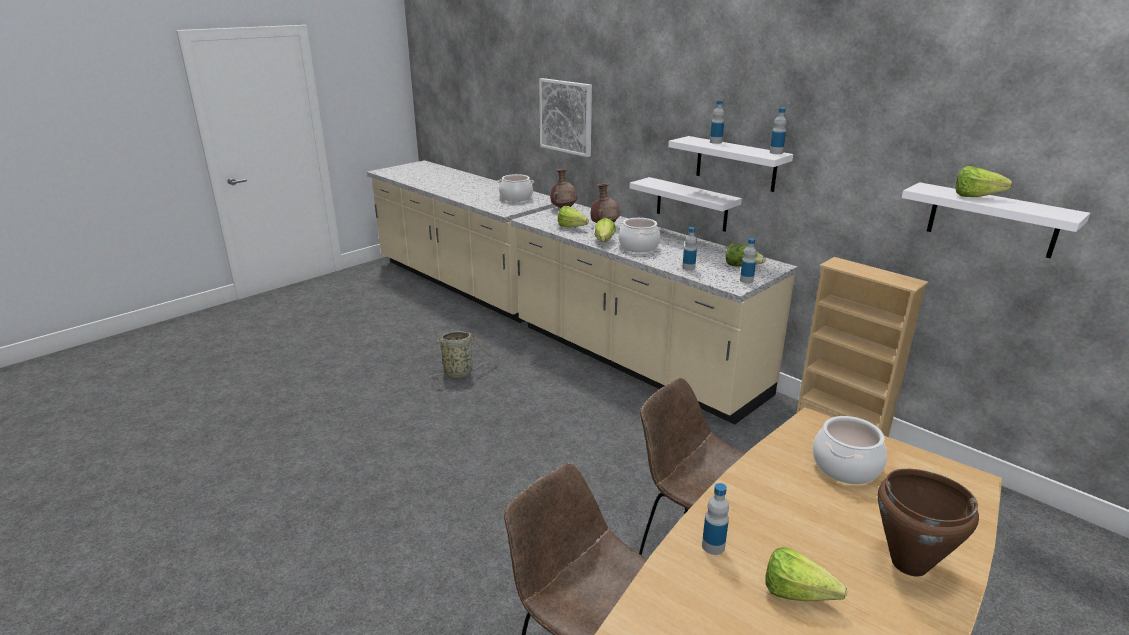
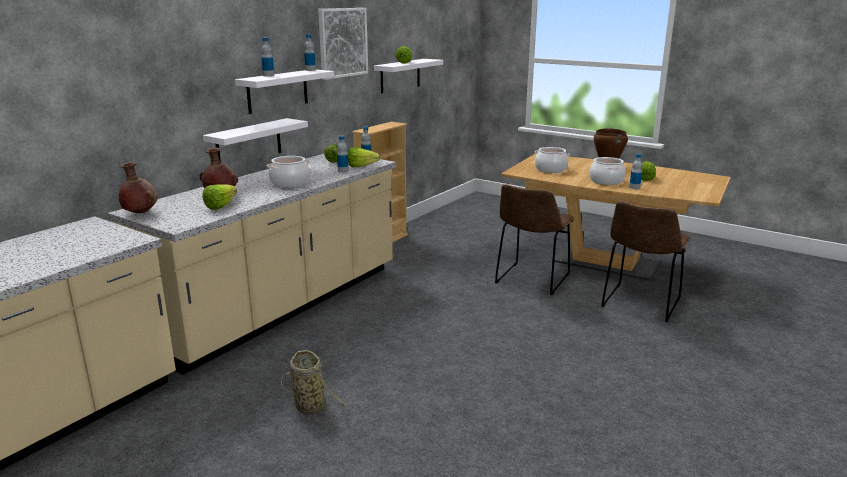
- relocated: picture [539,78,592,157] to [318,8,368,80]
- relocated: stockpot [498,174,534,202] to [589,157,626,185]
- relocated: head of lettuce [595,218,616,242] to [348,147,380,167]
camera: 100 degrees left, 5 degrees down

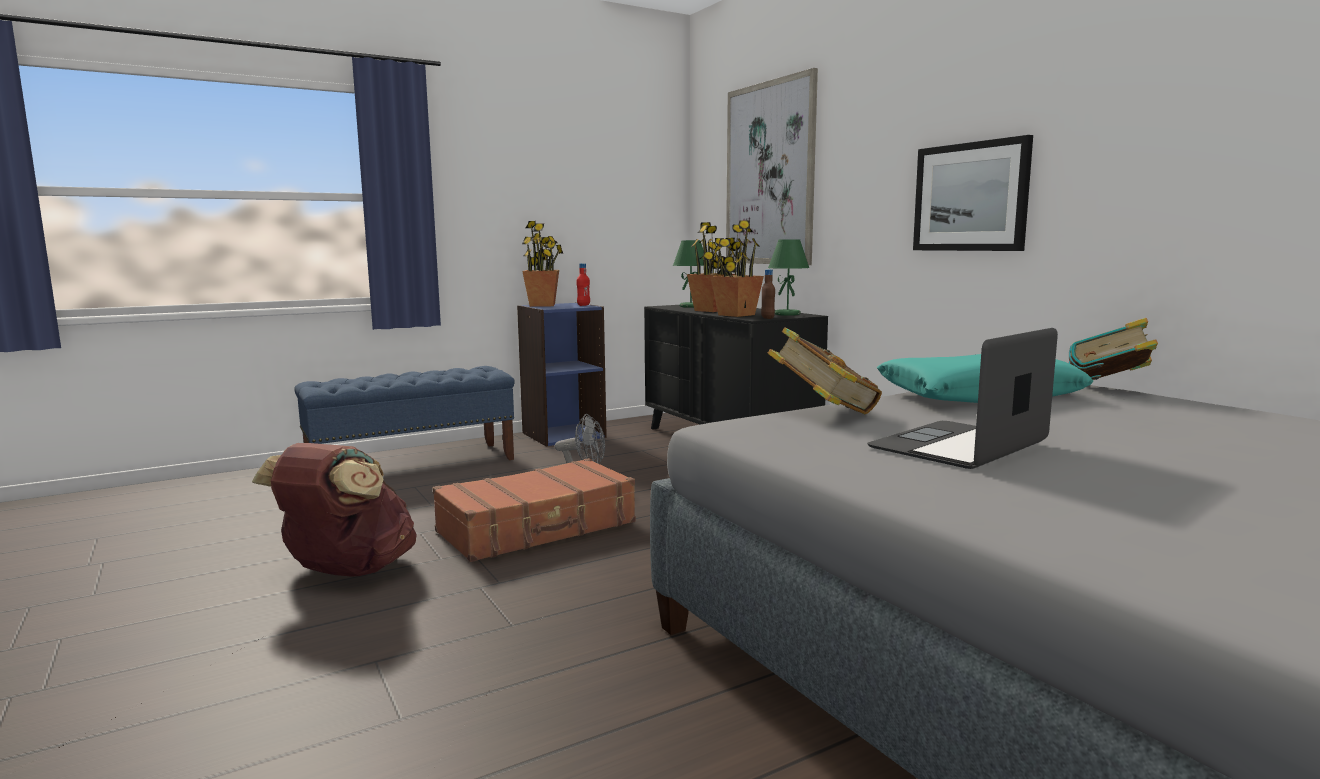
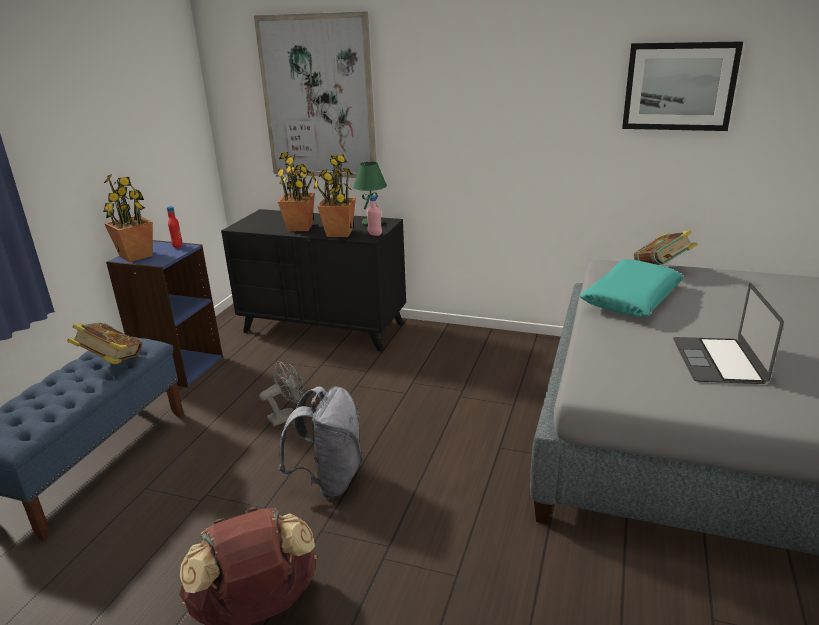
- relocated: picture [913,135,1033,251] to [622,41,743,131]
- missing: table lamp in greenish [673,240,704,308]
- colour: drink bottle in brown [761,269,775,319] to drink bottle in pinkish [367,196,382,236]
- relocated: volume [768,327,882,414] to [67,322,142,364]
- exchanged: suitcase in brown [432,458,636,562] to rucksack in gray [279,386,362,498]
camera: 40 degrees left, 15 degrees up

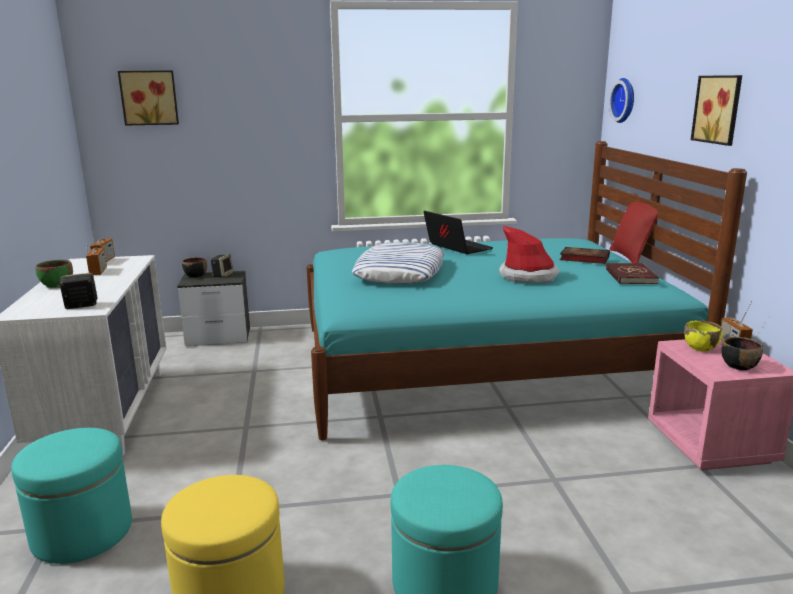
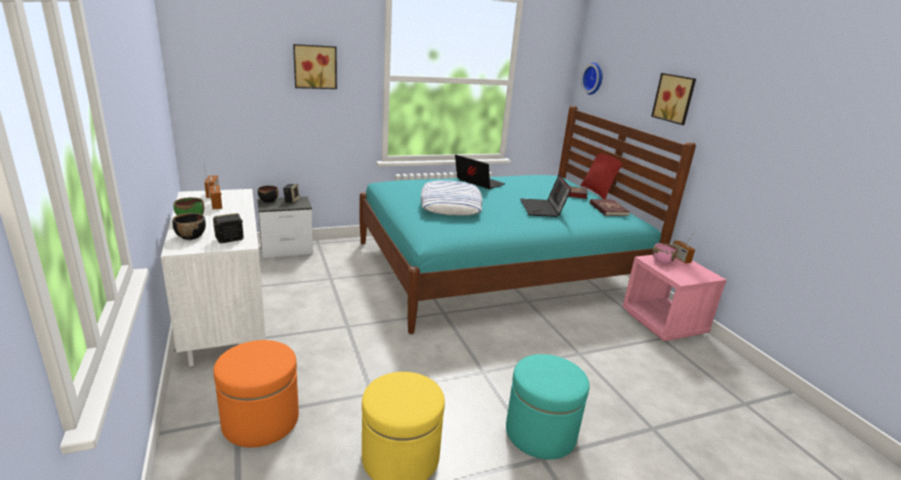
- relocated: picture [118,70,179,126] to [293,44,337,89]
- exchanged: clothing hat [499,226,560,283] to notebook computer [520,175,572,217]
- colour: bowl in yellow-coloured [684,320,723,352] to bowl in pinkish [653,243,678,264]
- relocated: bowl in black [721,337,763,370] to [172,213,206,240]
- colour: ottoman in turquoise [11,428,132,564] to ottoman in orange-coloured [213,340,299,447]
camera: 15 degrees left, 5 degrees up

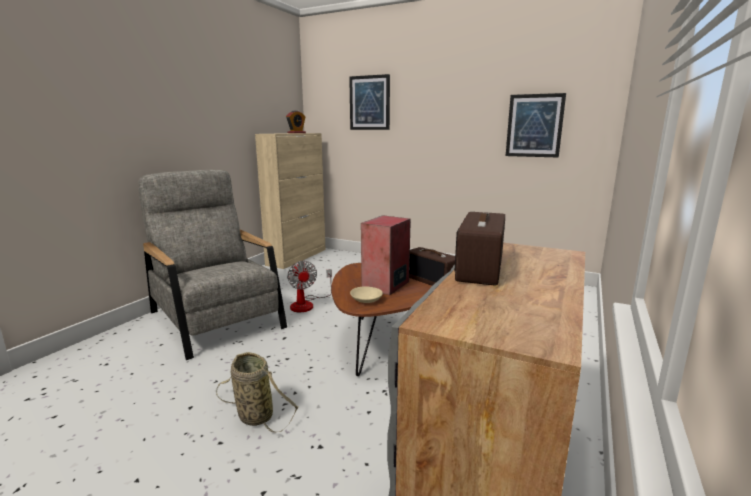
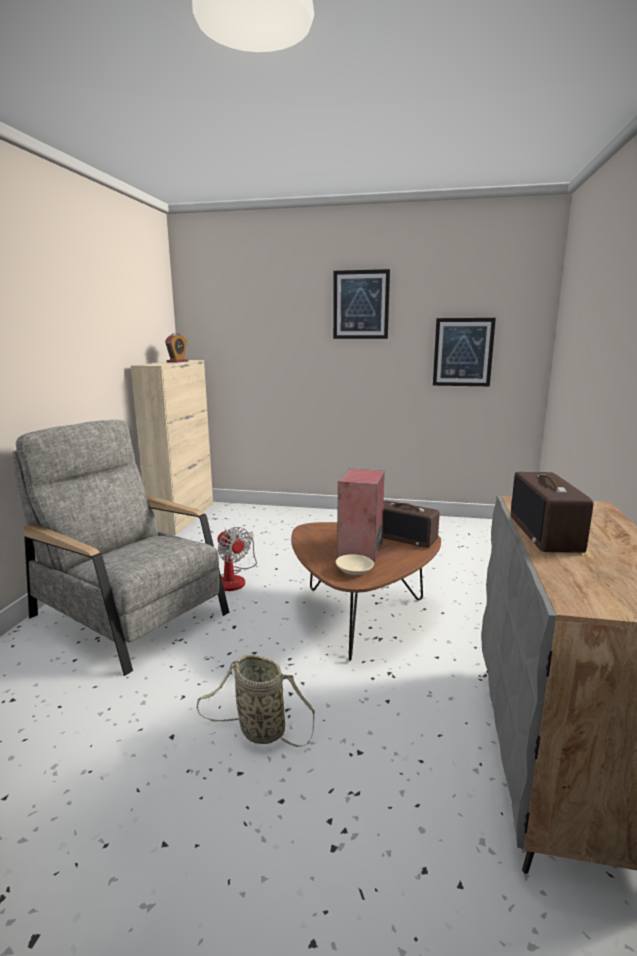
- relocated: picture [349,74,390,130] to [333,269,390,339]
camera: 15 degrees left, 0 degrees up

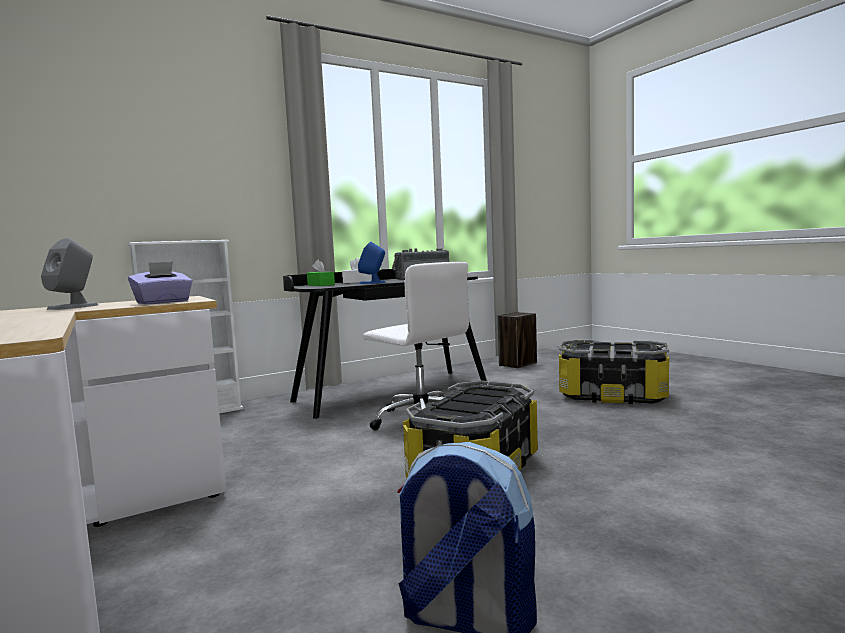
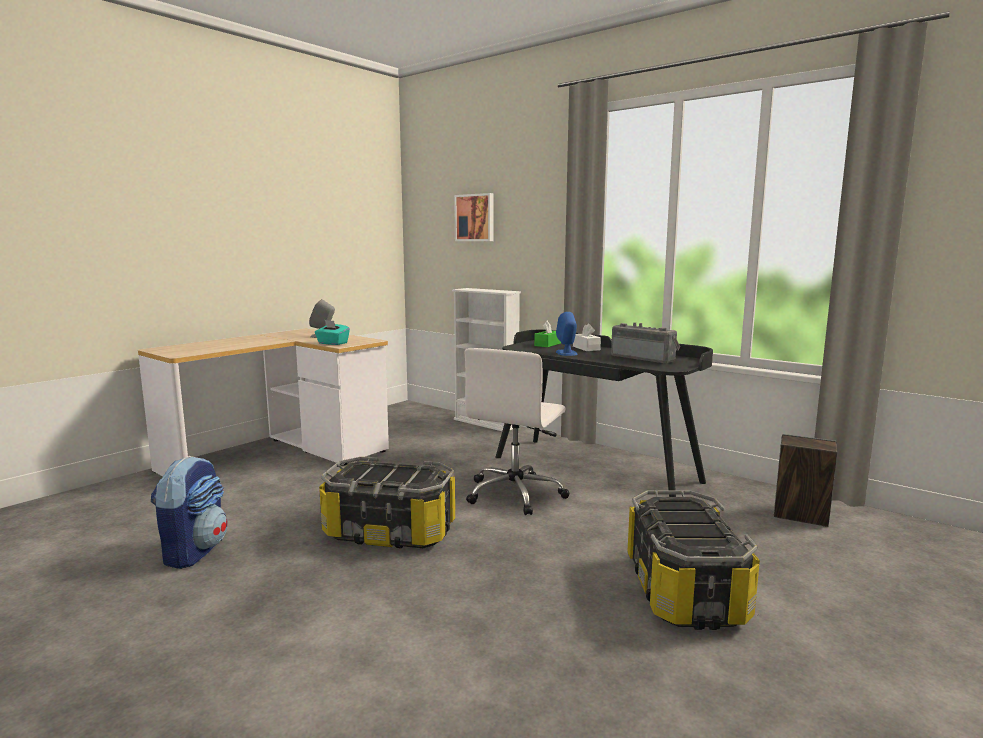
- colour: tissue holder in purple-coloured [128,262,193,304] to tissue holder in turquoise [315,320,350,345]
- appeared: picture [454,193,493,241]
camera: 70 degrees right, 5 degrees up

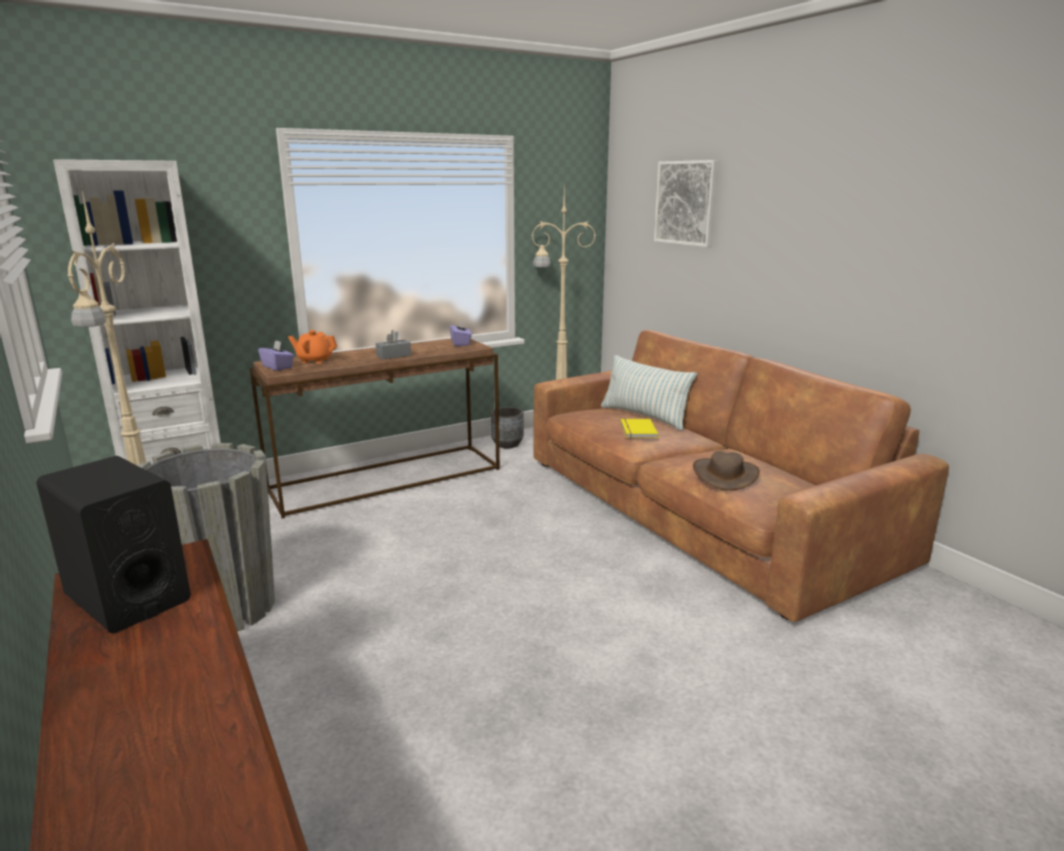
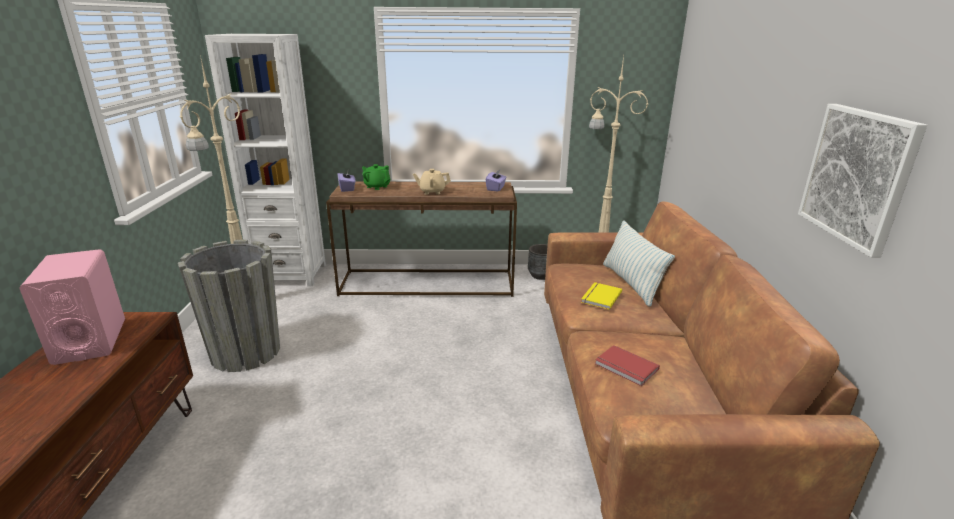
- relocated: picture [654,160,718,247] to [798,104,927,258]
- colour: pot for tea in orange-coloured [288,330,337,363] to pot for tea in greenish [362,164,390,190]
- exchanged: tissue holder in gray [376,330,411,359] to pot for tea in beige [413,169,451,195]
- exchanged: clothing hat in brown [693,451,760,491] to volume in reddish [595,345,660,386]
- colour: loudspeaker in black [36,456,191,633] to loudspeaker in pinkish [19,249,125,365]
camera: 30 degrees right, 5 degrees up

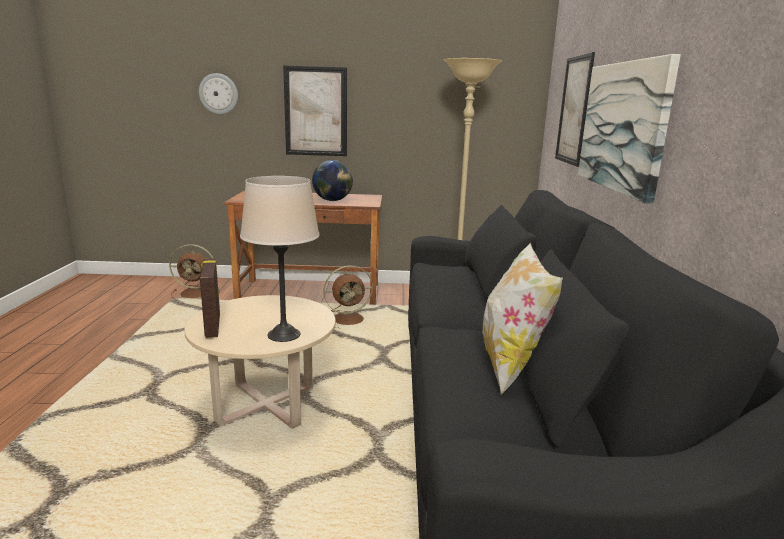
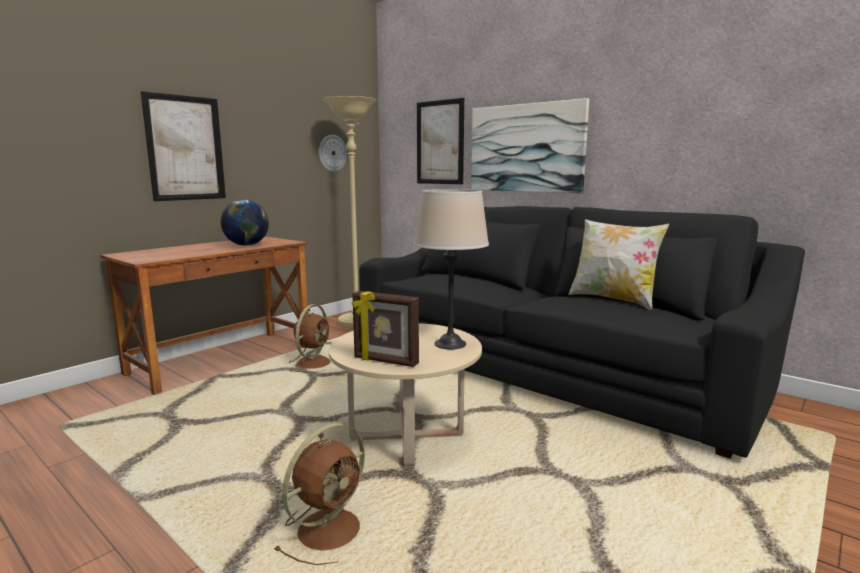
- relocated: hanging clock [199,73,238,114] to [319,135,347,172]
- relocated: cooling fan in brown [169,244,220,300] to [274,423,365,565]
camera: 50 degrees left, 5 degrees down

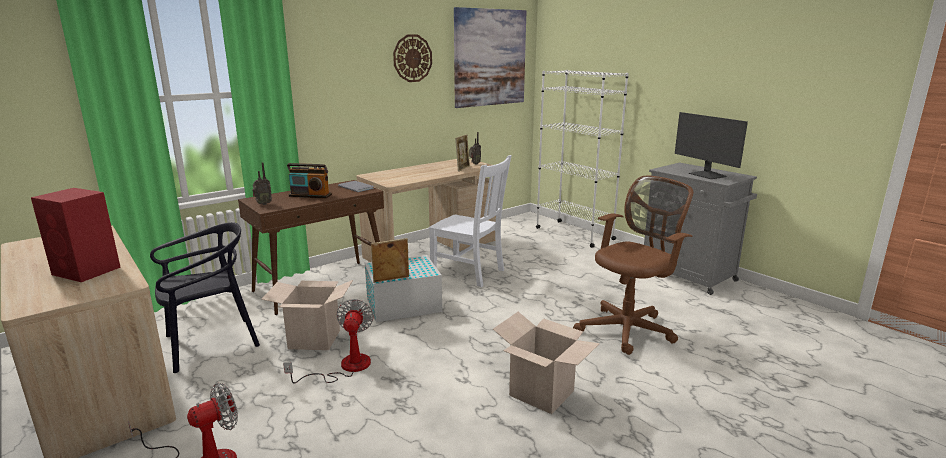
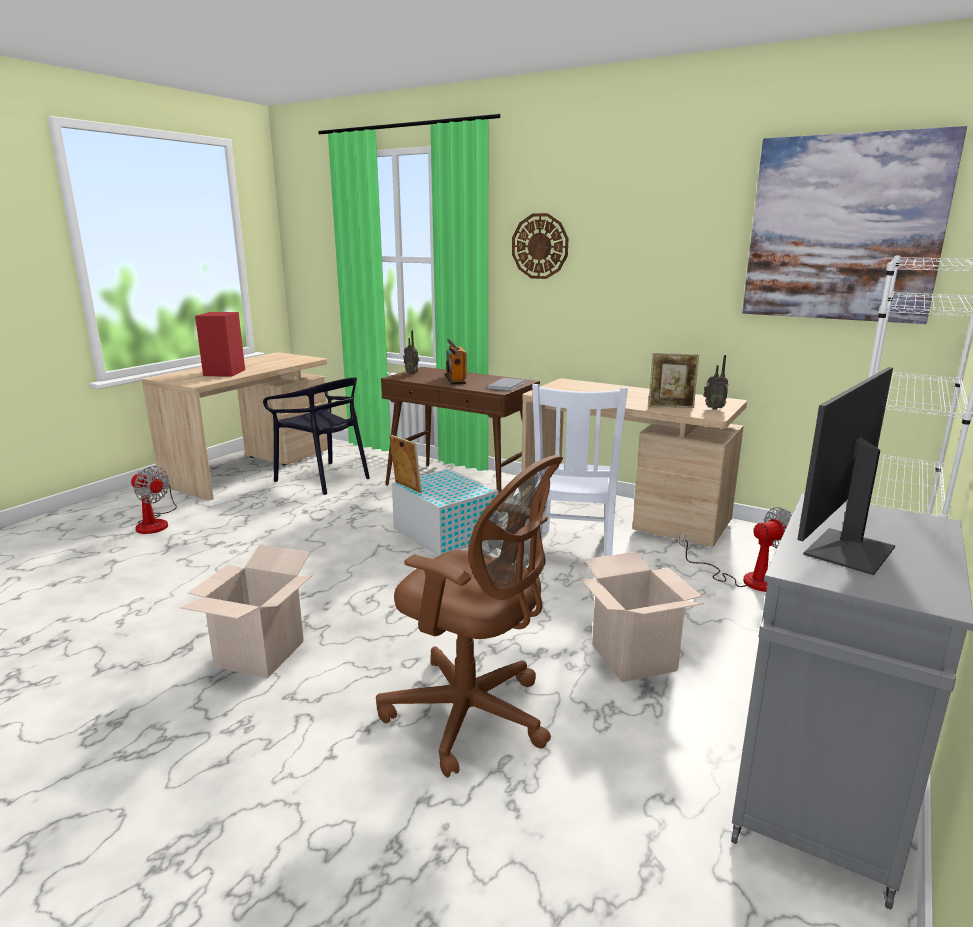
- relocated: hanging clock [393,34,432,82] to [512,213,568,279]
- relocated: packing box [261,280,353,350] to [580,552,704,682]
- relocated: cooling fan [283,299,374,384] to [679,507,792,592]
camera: 70 degrees right, 0 degrees up

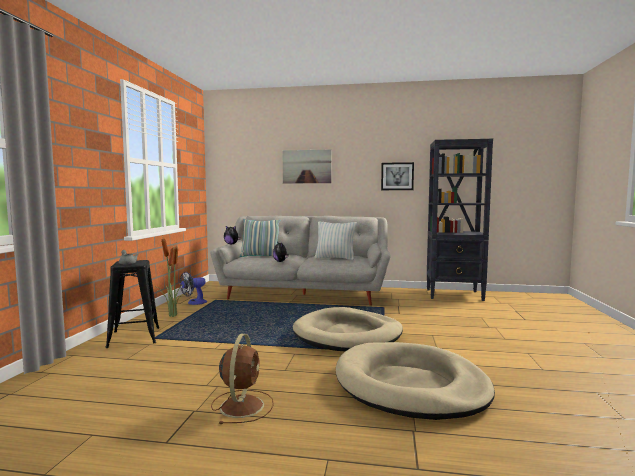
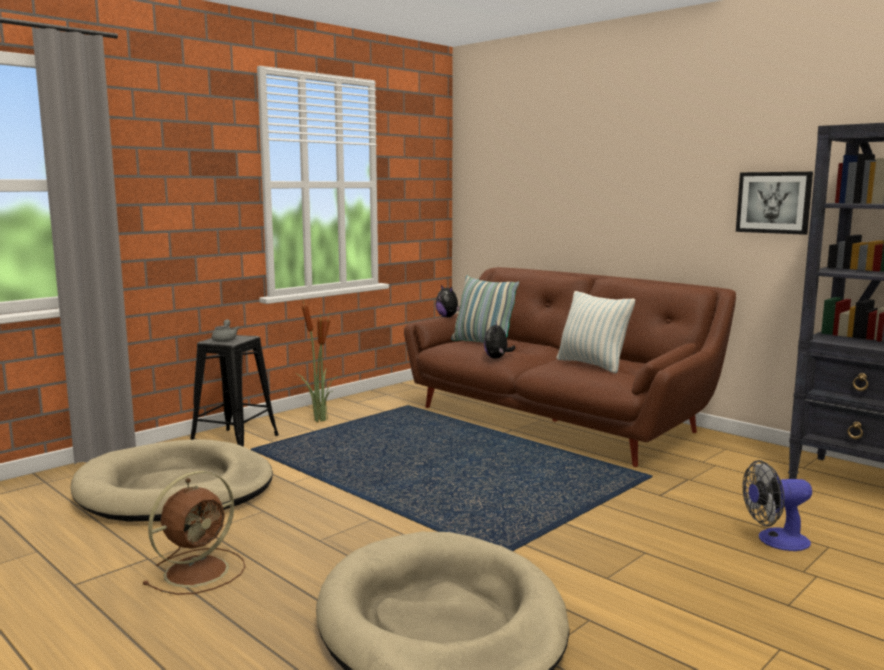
- missing: picture [283,150,332,183]
- colour: couch in gray [210,216,391,306] to couch in brown [404,267,736,467]
- relocated: cooling fan [180,272,207,305] to [743,460,812,551]
- relocated: dog bed in beige [293,307,403,351] to [71,439,273,521]
camera: 35 degrees right, 5 degrees up

